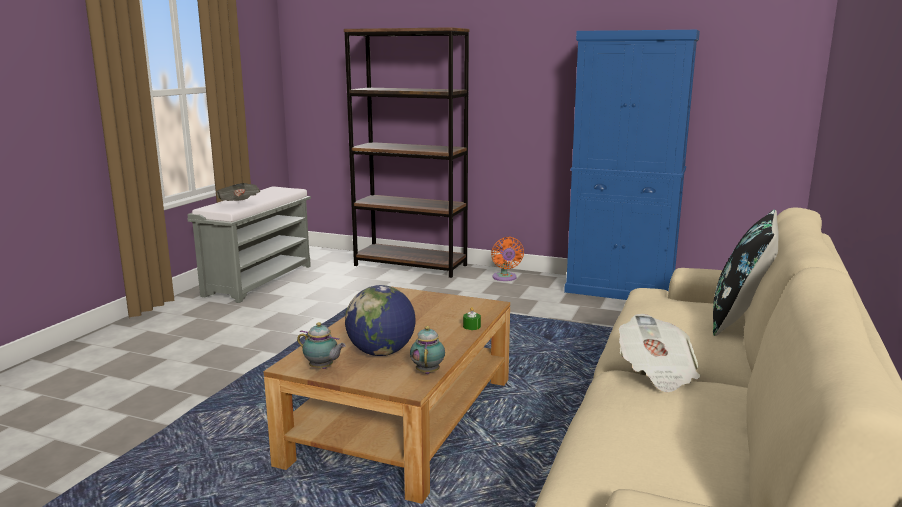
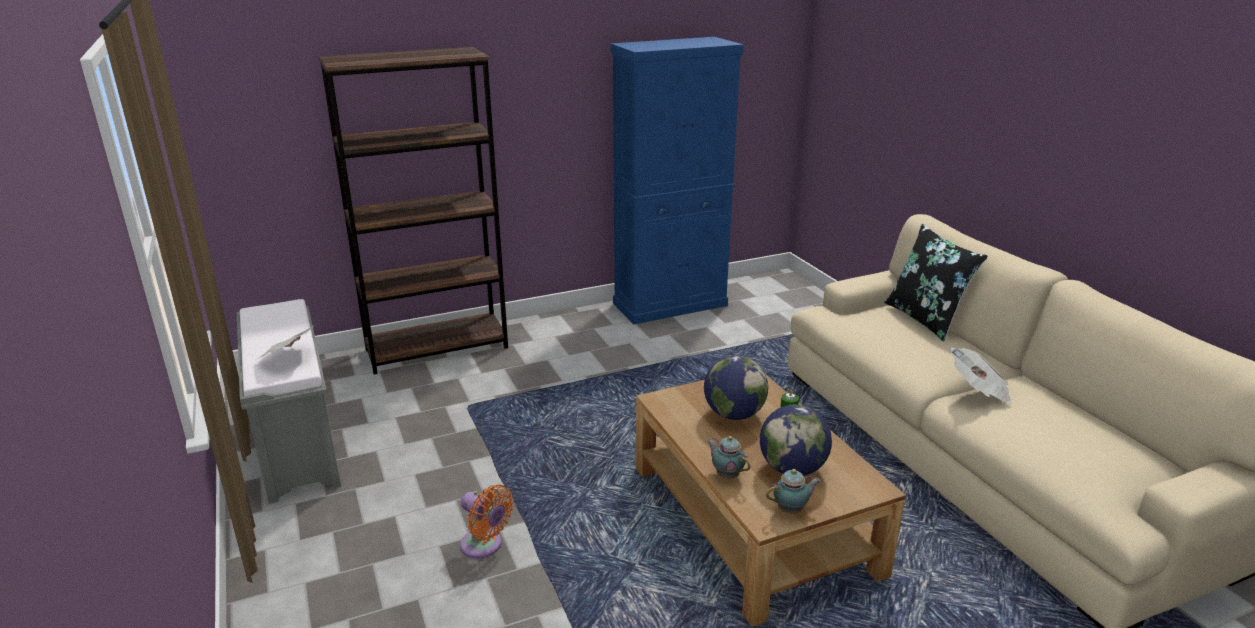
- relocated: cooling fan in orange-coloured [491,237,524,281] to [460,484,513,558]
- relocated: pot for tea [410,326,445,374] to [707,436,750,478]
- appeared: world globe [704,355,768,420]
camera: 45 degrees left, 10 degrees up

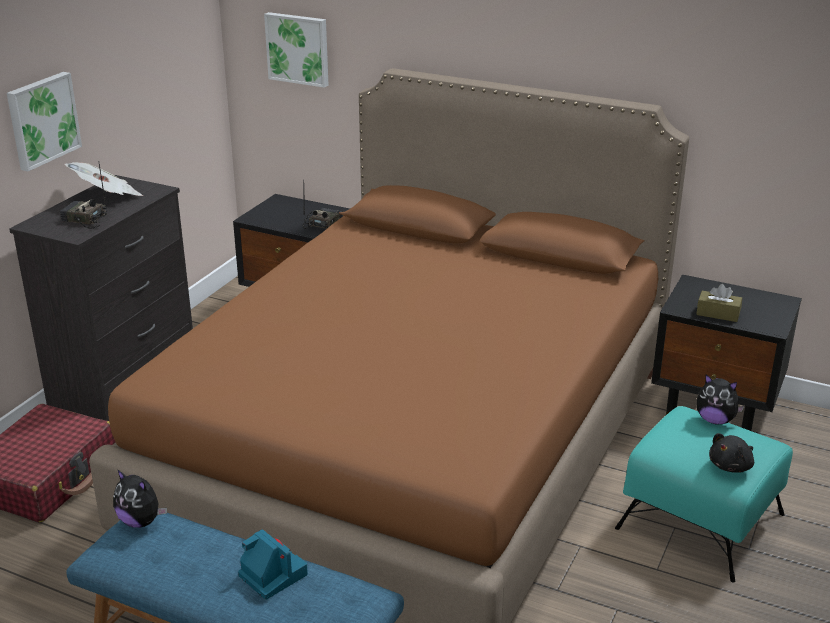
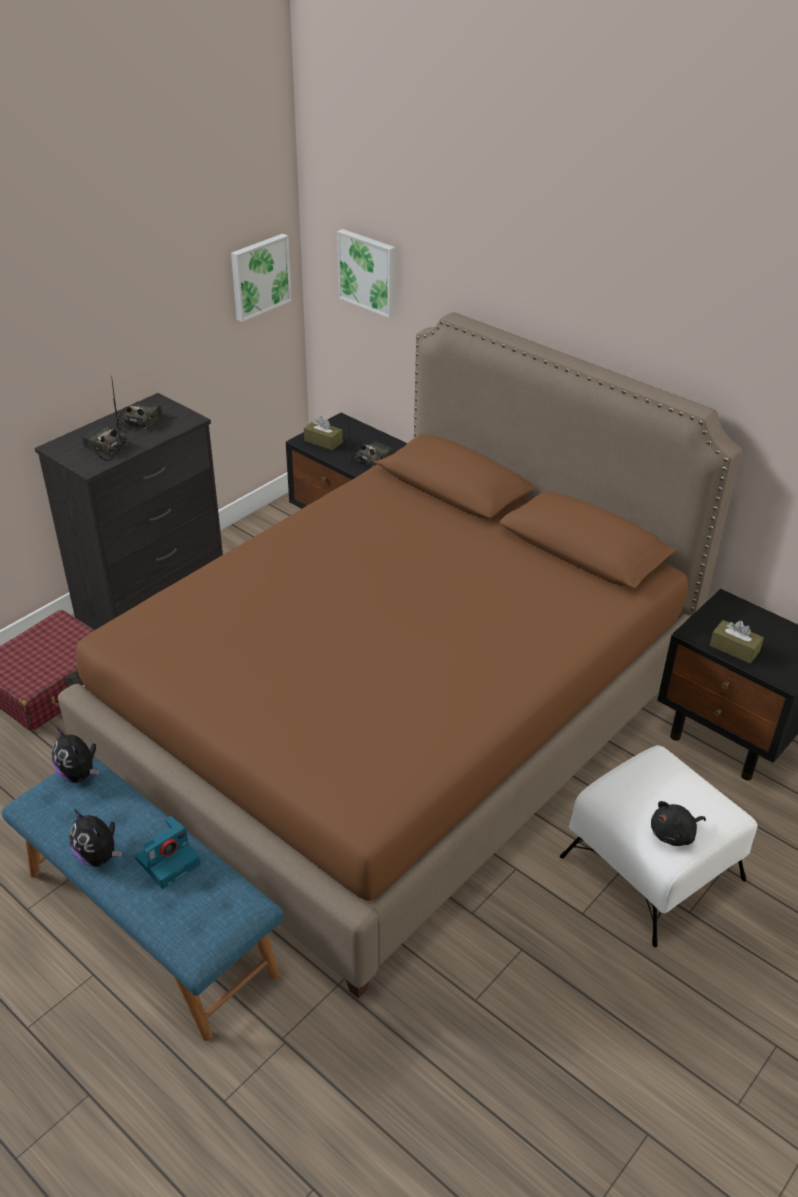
- relocated: picture [7,72,82,171] to [231,234,292,322]
- exchanged: newspaper [64,162,143,196] to radio receiver [111,375,162,430]
- relocated: soft toy [696,374,744,424] to [69,809,122,867]
- colour: ottoman in turquoise [615,406,793,583] to ottoman in whitish [560,745,758,947]
- spun: still camera [238,529,308,600] = [135,816,200,889] 75 degrees clockwise
- appeared: tissue holder in brown [304,416,343,450]
camera: 15 degrees right, 10 degrees up

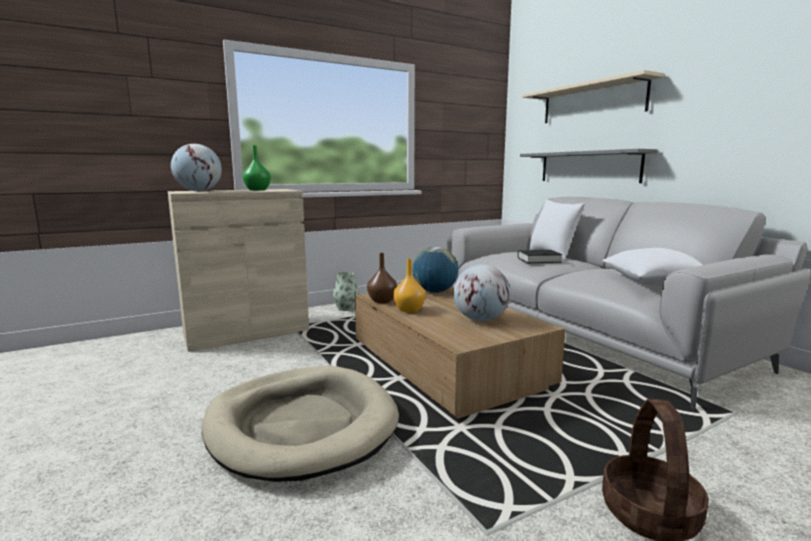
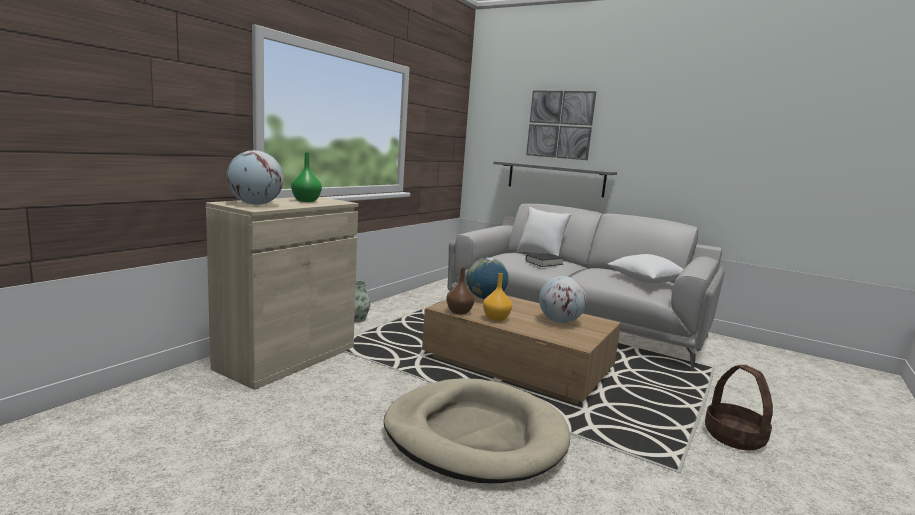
- exchanged: bracket shelf in beige [522,70,664,123] to picture [526,90,596,160]
camera: 30 degrees left, 0 degrees up

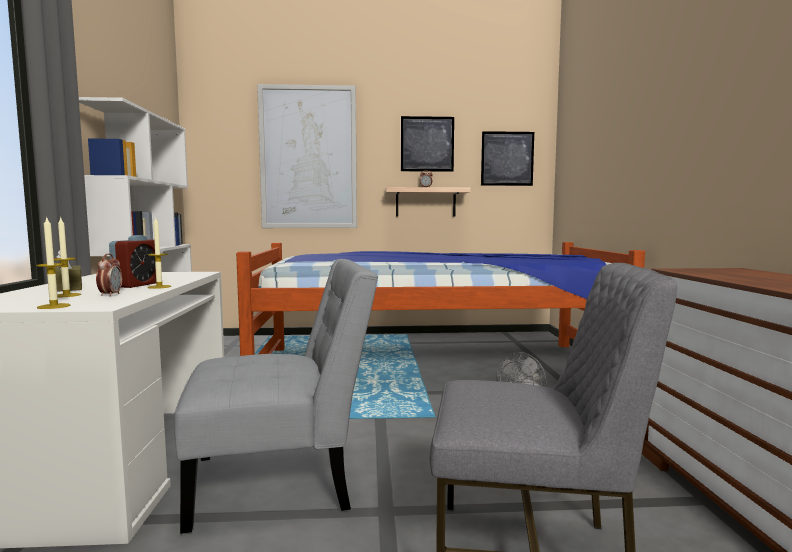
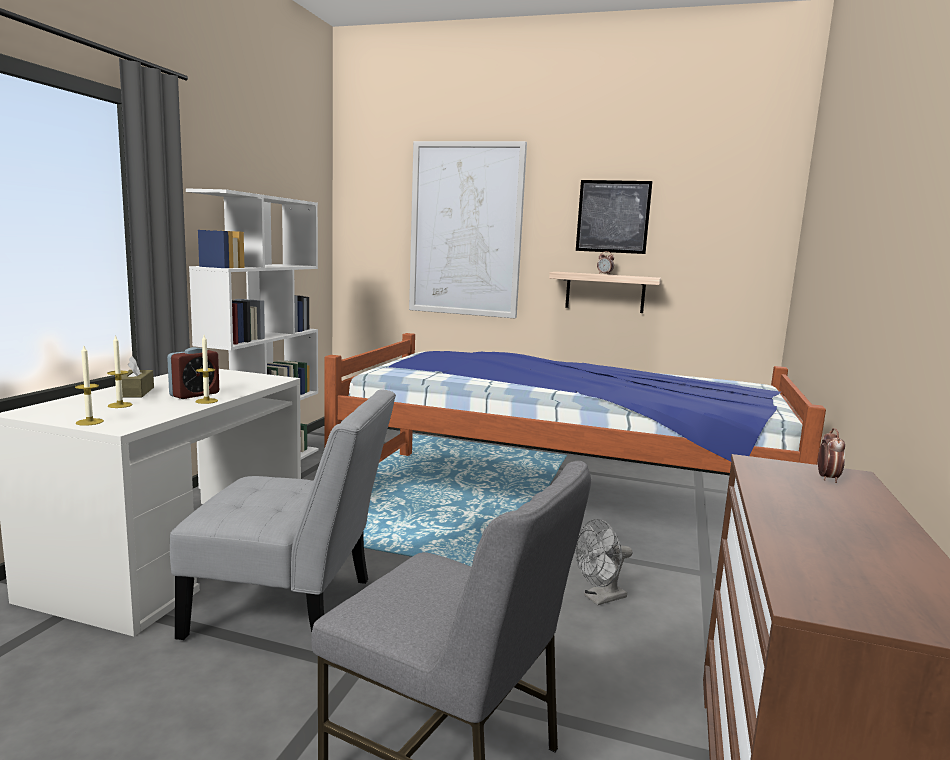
- missing: picture [481,131,534,186]
- relocated: bedside clock [96,253,122,296] to [818,428,845,483]
camera: 20 degrees right, 5 degrees up

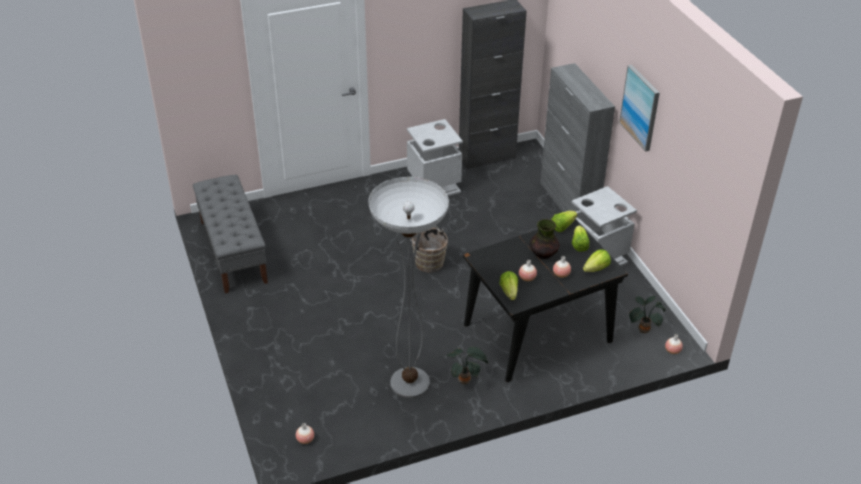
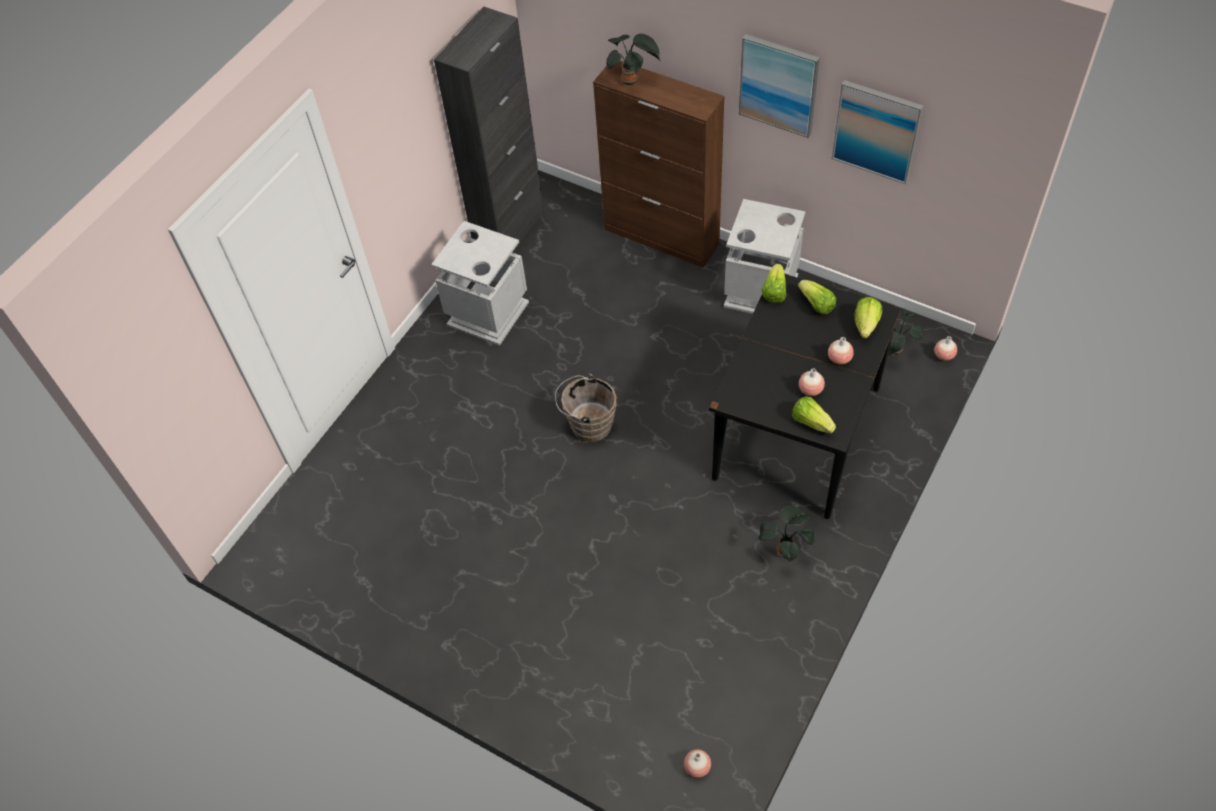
- colour: cabinet in gray [540,63,615,212] to cabinet in brown [593,61,725,268]
- missing: indoor bench in gray [193,175,268,293]
- missing: floor lamp [368,177,449,398]
- missing: flower vase [529,219,560,259]
- appeared: plant in a pot [606,34,661,85]
- appeared: picture [832,80,924,184]
camera: 35 degrees left, 15 degrees up

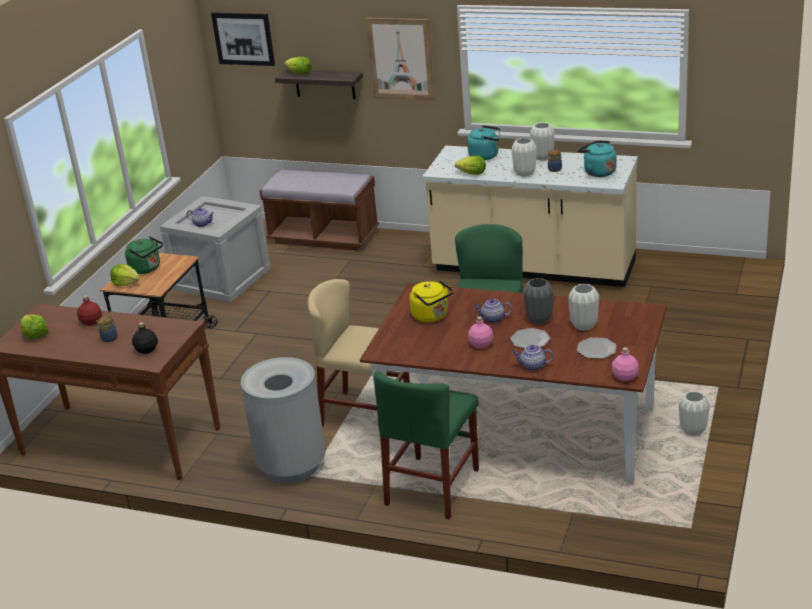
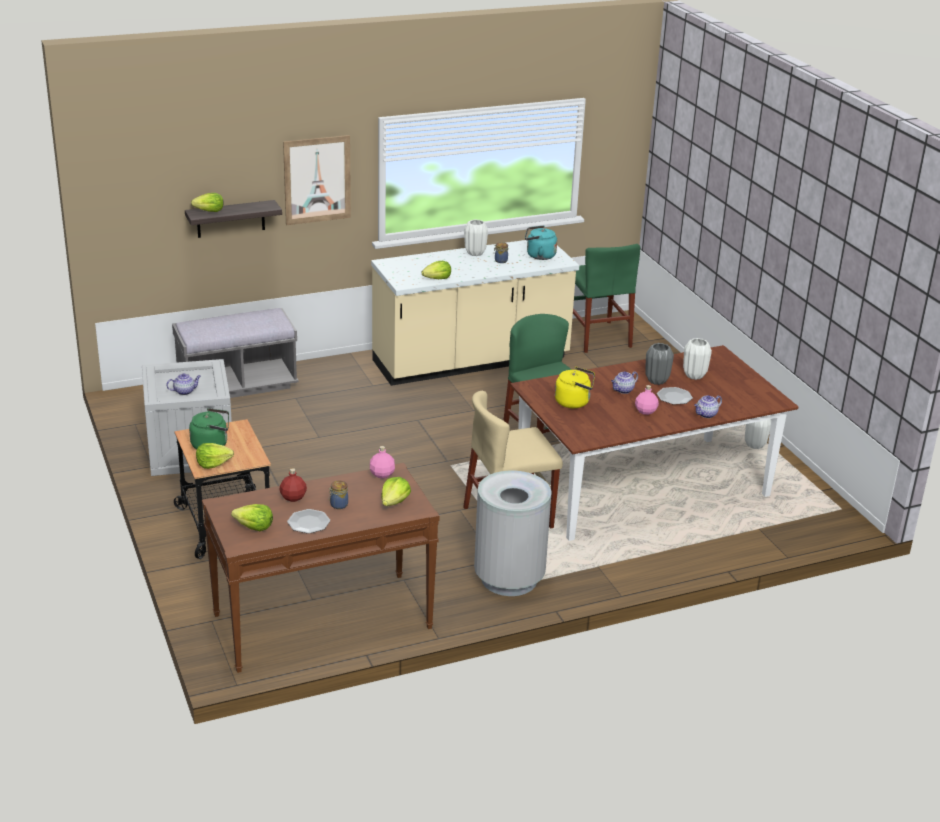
- missing: picture [211,12,275,66]
- missing: tea kettle in turquoise [467,125,500,160]
- missing: flower vase in whitish [512,138,537,177]
- colour: indoor bench in brown [259,170,379,251] to indoor bench in gray [172,308,299,398]
- exchanged: drink bottle in black [132,322,158,354] to head of lettuce [381,477,411,506]
- relocated: plate [577,337,617,359] to [287,509,330,534]
- relocated: drink bottle in pinkish [612,347,639,381] to [370,446,395,479]
- relocated: plain chair in greenish [374,371,479,519] to [573,244,640,353]
camera: 45 degrees left, 0 degrees up

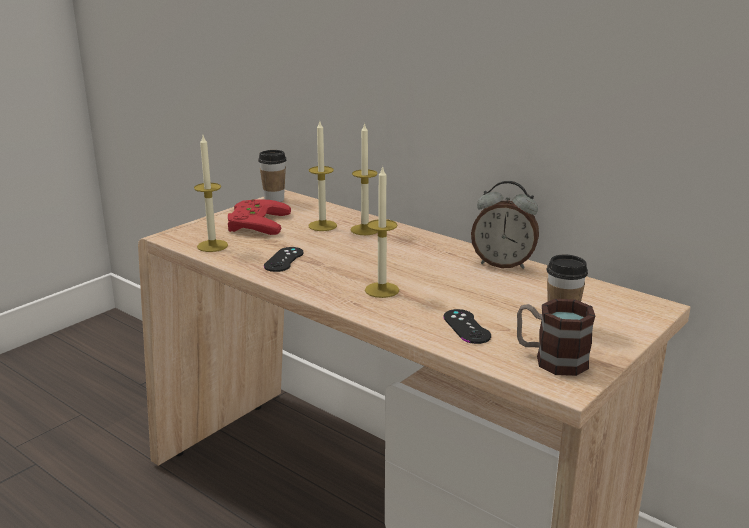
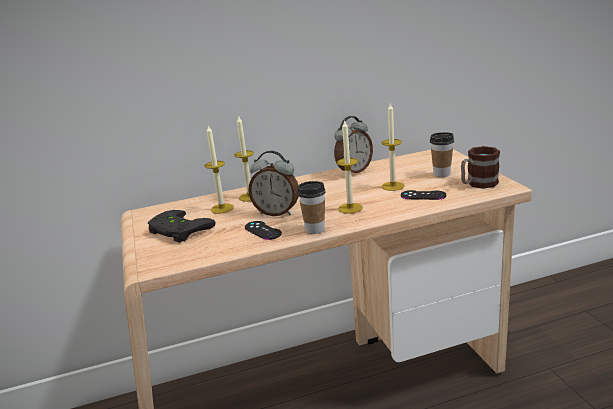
- relocated: candle [194,136,228,252] to [382,104,405,191]
- relocated: drinking cup [258,150,287,202] to [298,181,326,234]
- colour: gamepad in reddish [228,199,291,235] to gamepad in black [148,210,216,243]
- appeared: bedside clock [248,150,299,216]
camera: 55 degrees left, 0 degrees up

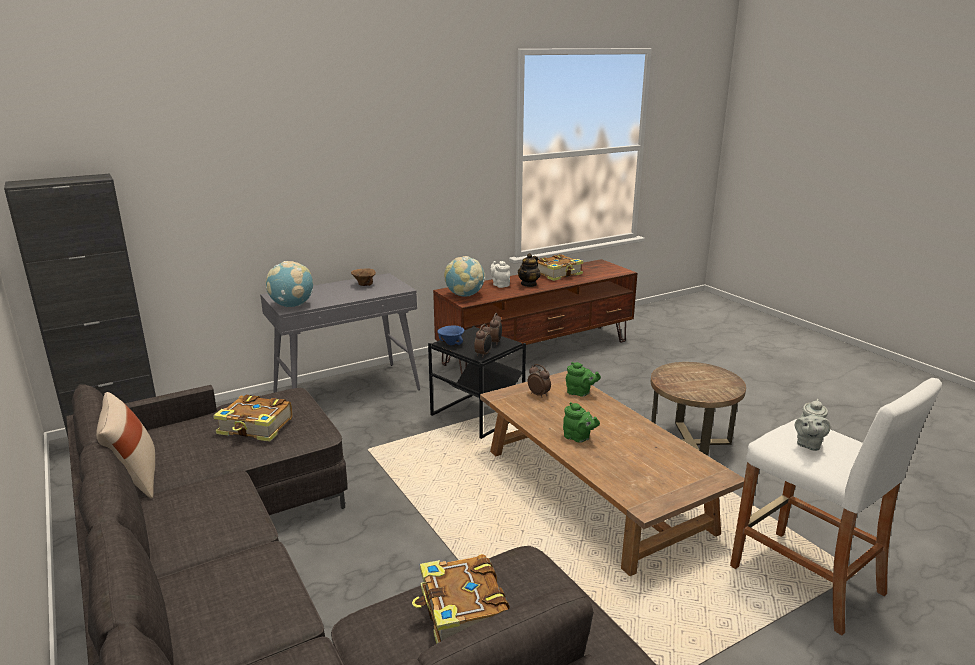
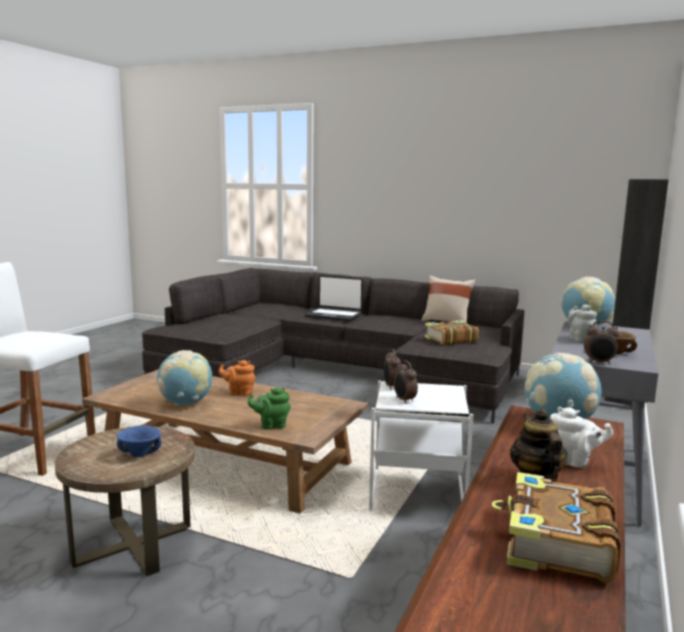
- relocated: bowl in blue-coloured [437,325,464,345] to [117,425,161,457]
- colour: end table in black [428,326,526,439] to end table in whitish [369,380,473,511]
- relocated: bedside clock [528,364,551,398] to [584,321,619,364]
- relocated: pot for tea in gray [795,399,830,451] to [568,304,597,342]
- colour: pot for tea in greenish [563,402,600,443] to pot for tea in orange-coloured [218,360,256,396]
- missing: volume [412,554,510,644]
- appeared: notebook computer [305,275,363,321]
- appeared: world globe [156,350,212,405]
camera: 145 degrees right, 10 degrees down

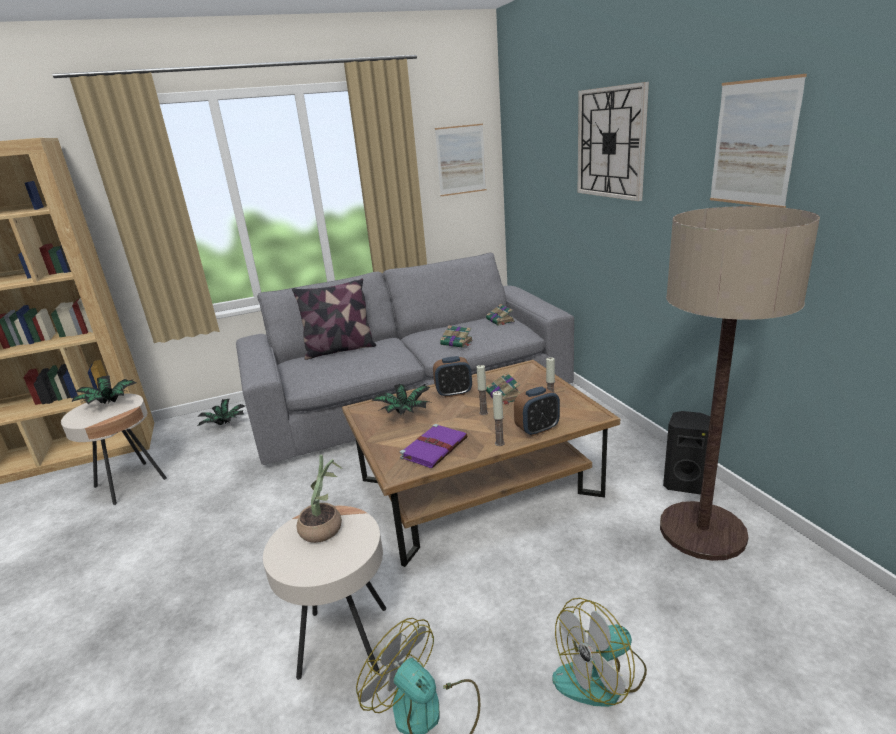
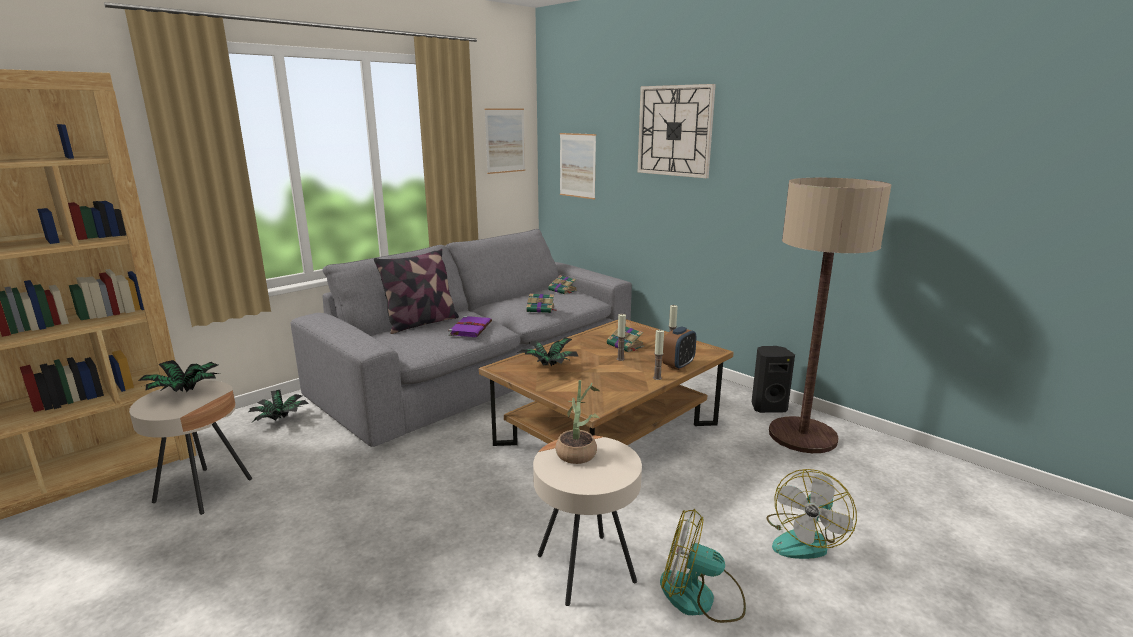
- relocated: picture [710,74,807,208] to [560,133,596,199]
- missing: bedside clock [433,356,472,398]
- relocated: volume in purple-coloured [399,424,468,468] to [448,316,492,337]
camera: 25 degrees left, 5 degrees down

